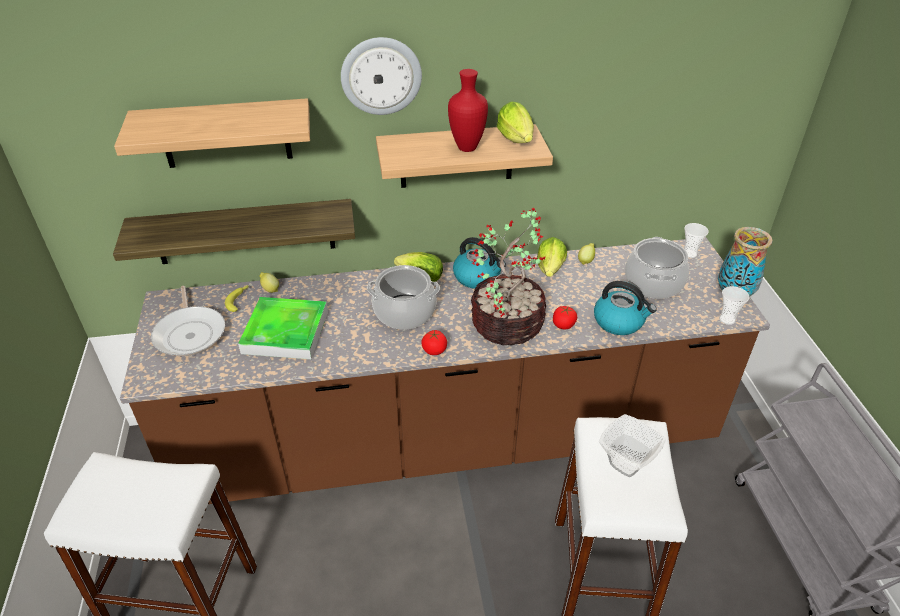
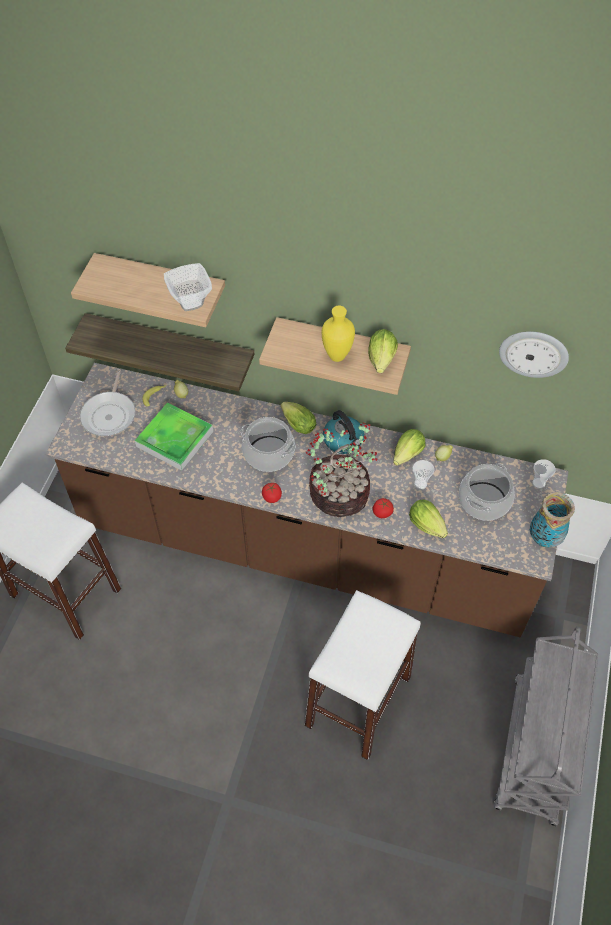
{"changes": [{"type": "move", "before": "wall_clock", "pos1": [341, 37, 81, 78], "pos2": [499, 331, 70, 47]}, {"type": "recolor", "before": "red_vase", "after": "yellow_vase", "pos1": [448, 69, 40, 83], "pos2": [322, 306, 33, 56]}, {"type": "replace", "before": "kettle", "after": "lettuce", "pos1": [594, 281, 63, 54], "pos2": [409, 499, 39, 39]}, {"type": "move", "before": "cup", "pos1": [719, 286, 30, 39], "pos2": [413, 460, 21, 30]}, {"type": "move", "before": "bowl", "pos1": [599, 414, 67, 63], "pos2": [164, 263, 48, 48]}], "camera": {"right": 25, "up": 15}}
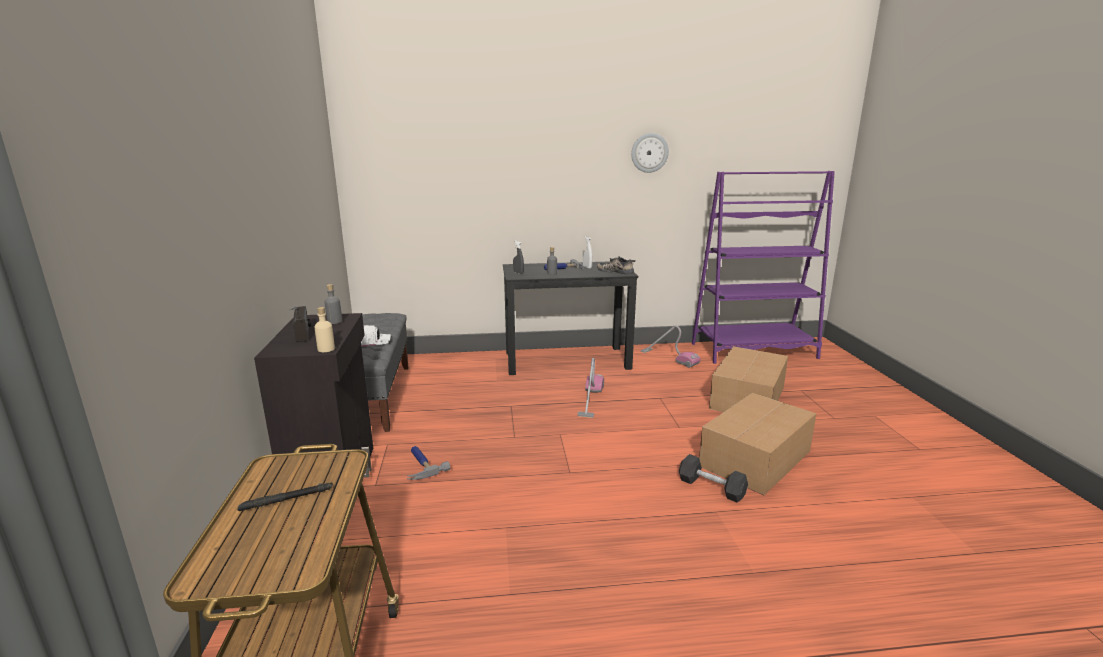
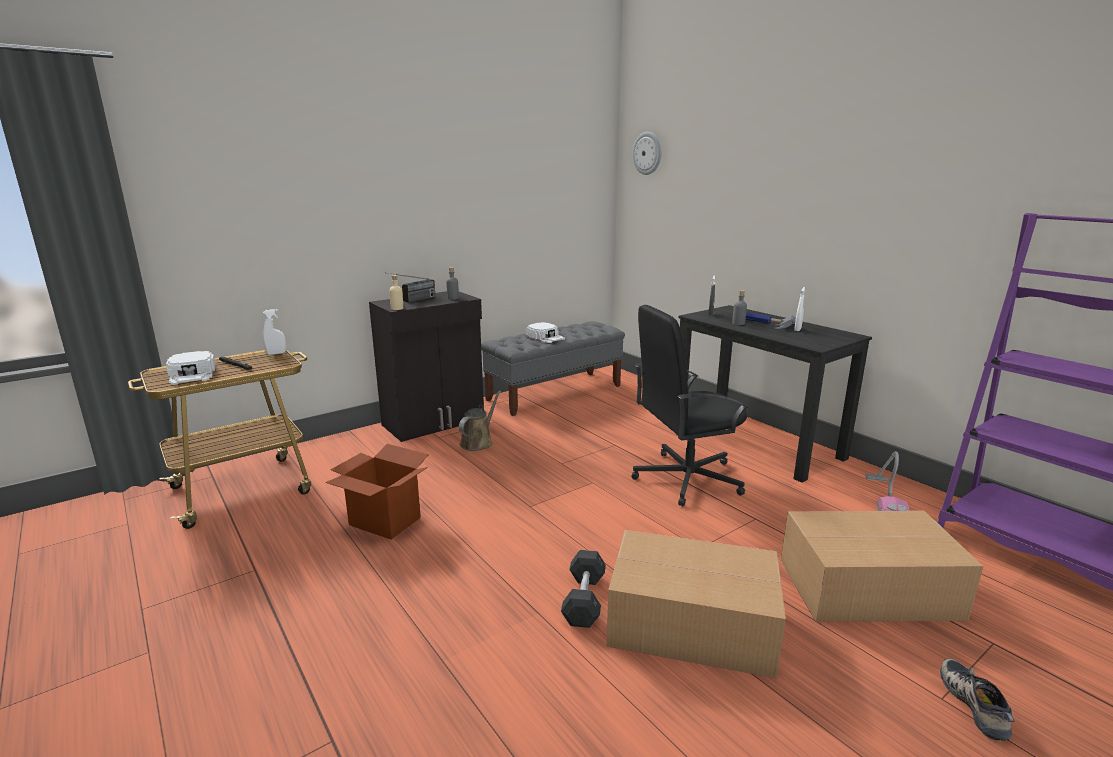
{"changes": [{"type": "move", "before": "wall_clock", "pos1": [631, 133, 38, 40], "pos2": [632, 132, 30, 43]}, {"type": "move", "before": "shoe", "pos1": [597, 256, 38, 19], "pos2": [940, 658, 75, 83]}, {"type": "replace", "before": "vacuum_cleaner", "after": "black_office_chair", "pos1": [577, 358, 27, 60], "pos2": [631, 305, 118, 201]}, {"type": "replace", "before": "hammer", "after": "brown_watering_can", "pos1": [407, 446, 44, 34], "pos2": [459, 391, 42, 60]}, {"type": "insert", "after": "white_spray_bottle", "pos2": [263, 309, 23, 46]}, {"type": "insert", "after": "white_cap", "pos2": [166, 351, 50, 34]}, {"type": "insert", "after": "cardboard_box", "pos2": [325, 444, 104, 96]}], "camera": {"right": 60, "up": 0}}
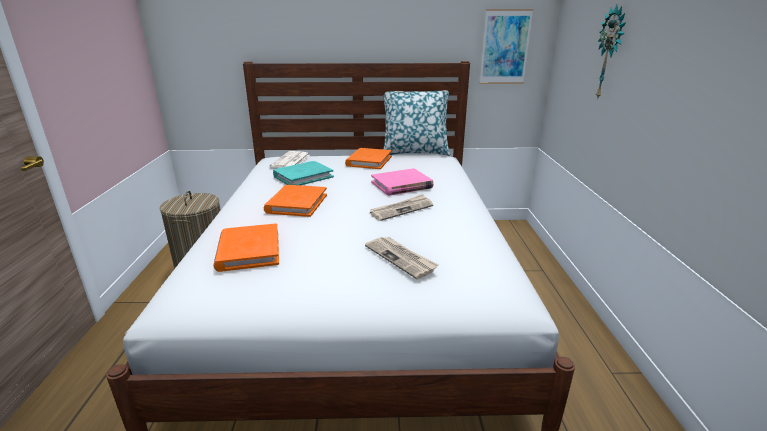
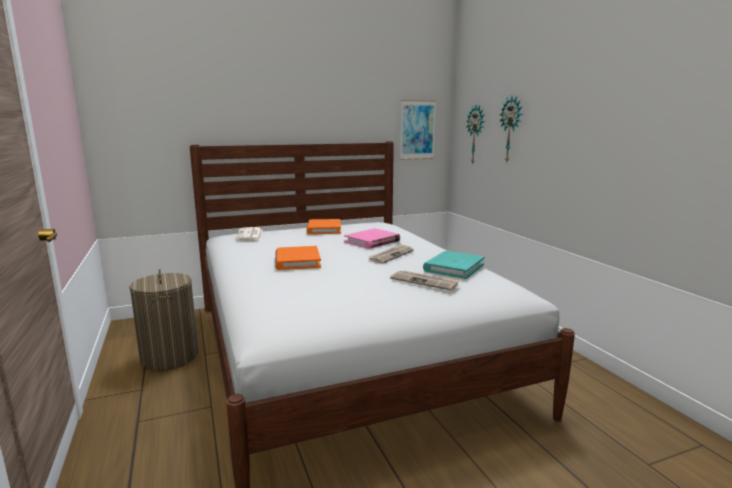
{"changes": [{"type": "delete", "before": "pillow", "pos1": [383, 90, 67, 66]}, {"type": "move", "before": "turquoise_book", "pos1": [273, 161, 61, 24], "pos2": [423, 251, 62, 28]}, {"type": "delete", "before": "orange_book", "pos1": [214, 223, 65, 49]}, {"type": "insert", "after": "wall_clock", "pos2": [466, 105, 19, 60]}], "camera": {"right": -20, "up": -10}}
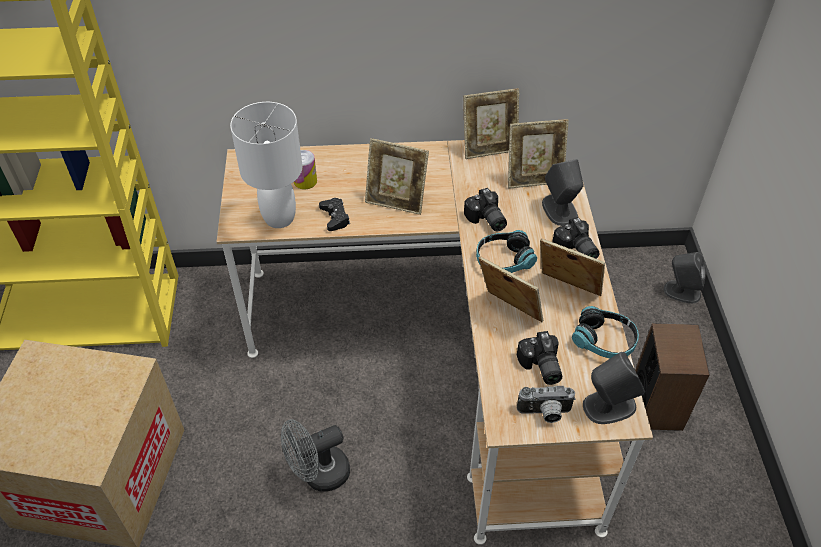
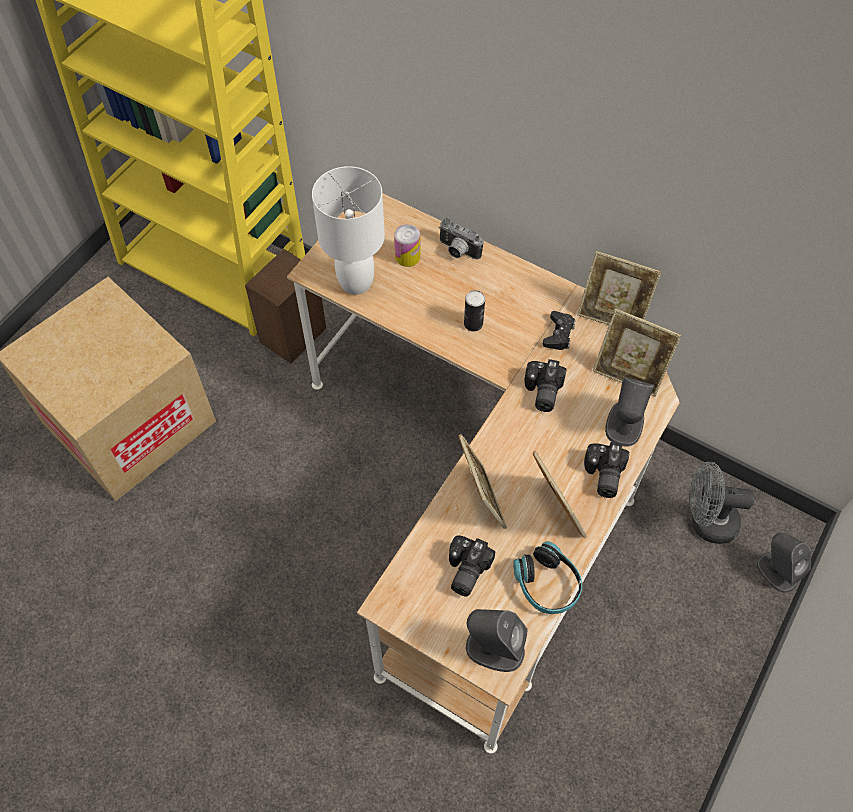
{"changes": [{"type": "replace", "before": "picture_frame", "after": "can", "pos1": [365, 138, 64, 77], "pos2": [464, 290, 21, 42]}, {"type": "move", "before": "black_game_controller", "pos1": [319, 198, 31, 33], "pos2": [542, 311, 33, 39]}, {"type": "delete", "before": "headphones", "pos1": [476, 230, 61, 43]}, {"type": "move", "before": "speaker", "pos1": [635, 323, 75, 108], "pos2": [245, 249, 81, 114]}, {"type": "move", "before": "photo_camera", "pos1": [517, 386, 59, 37], "pos2": [439, 218, 44, 41]}, {"type": "move", "before": "grey_fan", "pos1": [281, 419, 69, 73], "pos2": [689, 462, 65, 82]}], "camera": {"right": 35, "up": 10}}
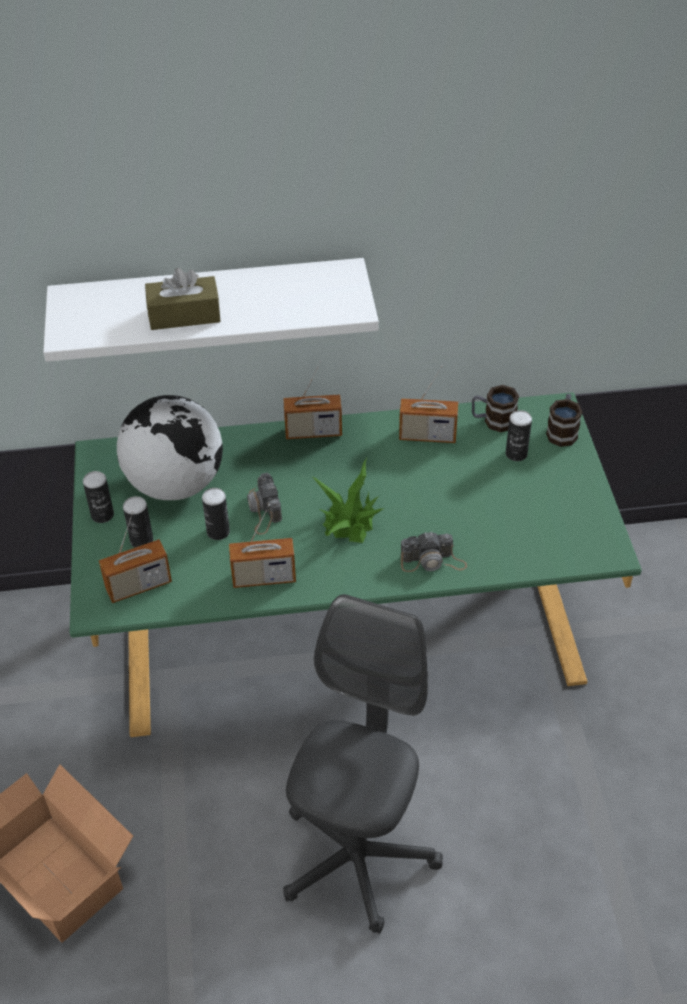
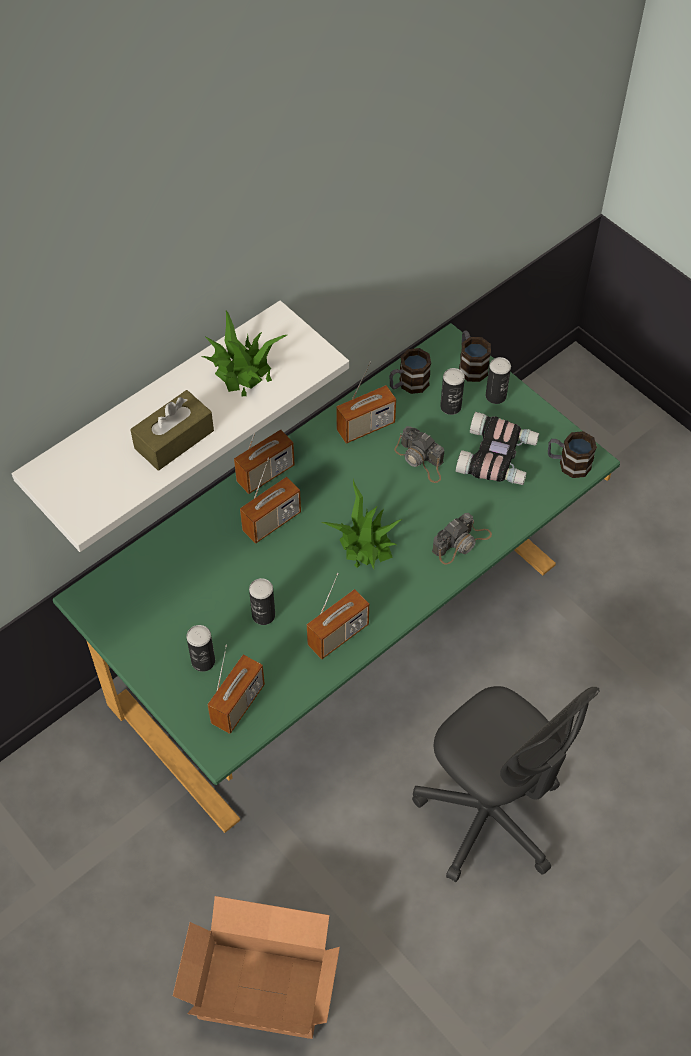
{"changes": [{"type": "delete", "before": "globe", "pos1": [117, 395, 106, 105]}, {"type": "move", "before": "can", "pos1": [83, 471, 31, 52], "pos2": [486, 357, 25, 47]}, {"type": "move", "before": "photo_camera", "pos1": [247, 473, 35, 62], "pos2": [394, 426, 50, 57]}, {"type": "rotate", "before": "grey_office_chair", "pos1": [283, 594, 160, 340], "pos2": [412, 686, 188, 196], "turn": 150}, {"type": "insert", "after": "potted_plant", "pos2": [201, 311, 86, 85]}, {"type": "insert", "after": "binoculars", "pos2": [456, 412, 83, 73]}, {"type": "insert", "after": "mug", "pos2": [548, 431, 49, 47]}, {"type": "insert", "after": "radio", "pos2": [240, 458, 61, 86]}], "camera": {"right": -35, "up": 10}}
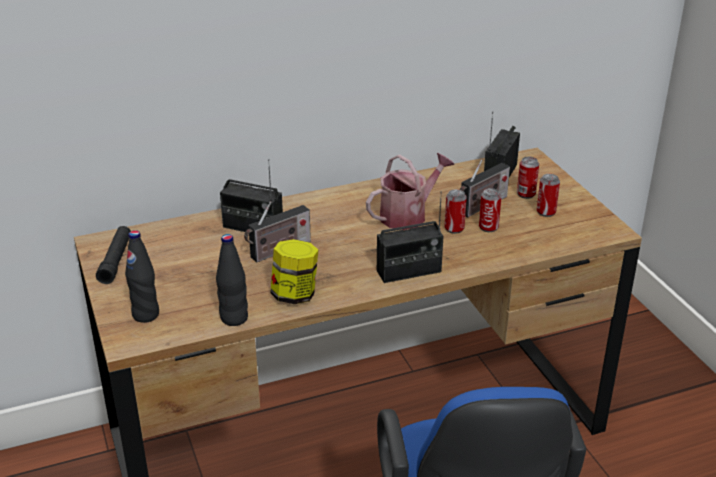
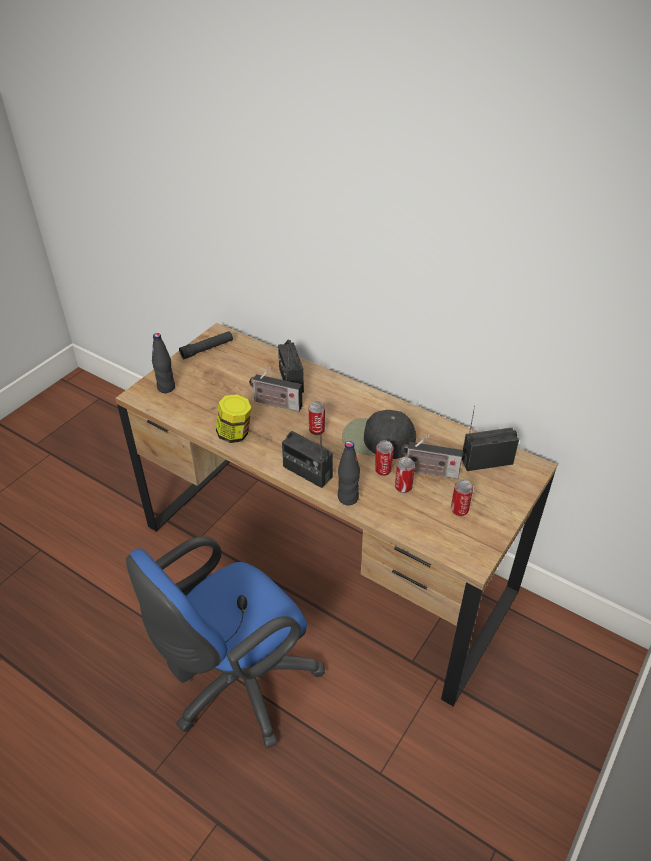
{"changes": [{"type": "replace", "before": "watering_can", "after": "black_cap", "pos1": [366, 153, 89, 77], "pos2": [342, 410, 74, 49]}, {"type": "move", "before": "can", "pos1": [517, 157, 22, 42], "pos2": [309, 401, 16, 34]}, {"type": "move", "before": "black_bottle", "pos1": [216, 234, 32, 92], "pos2": [338, 441, 22, 64]}], "camera": {"right": 55, "up": 10}}
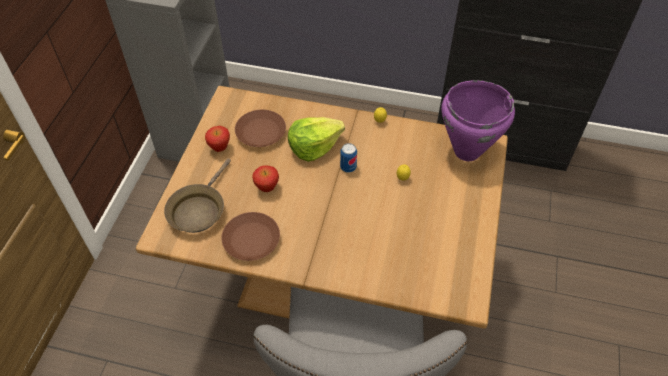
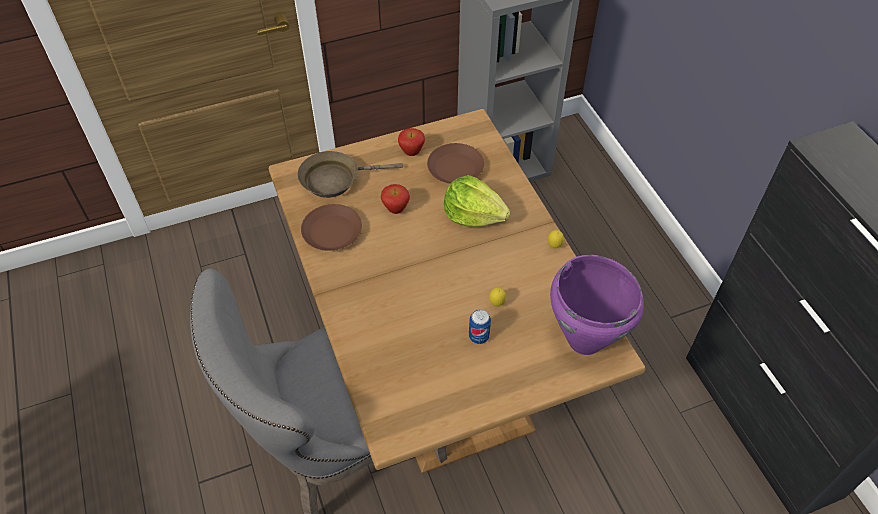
{"changes": [{"type": "move", "before": "can", "pos1": [340, 143, 17, 30], "pos2": [469, 309, 22, 35]}], "camera": {"right": 55, "up": 0}}
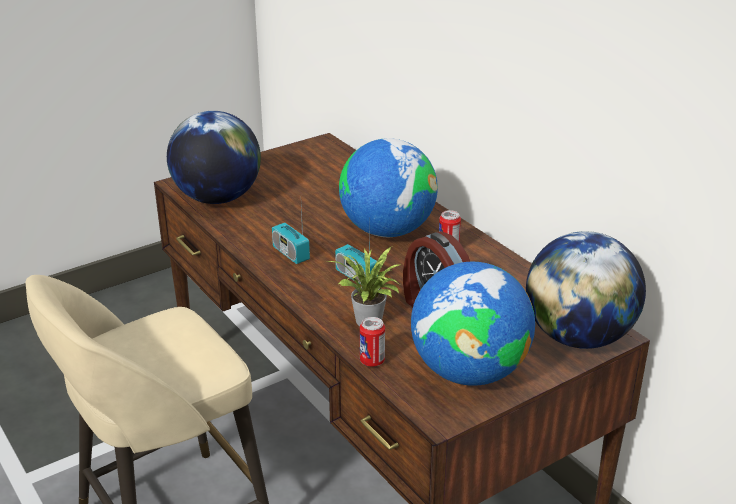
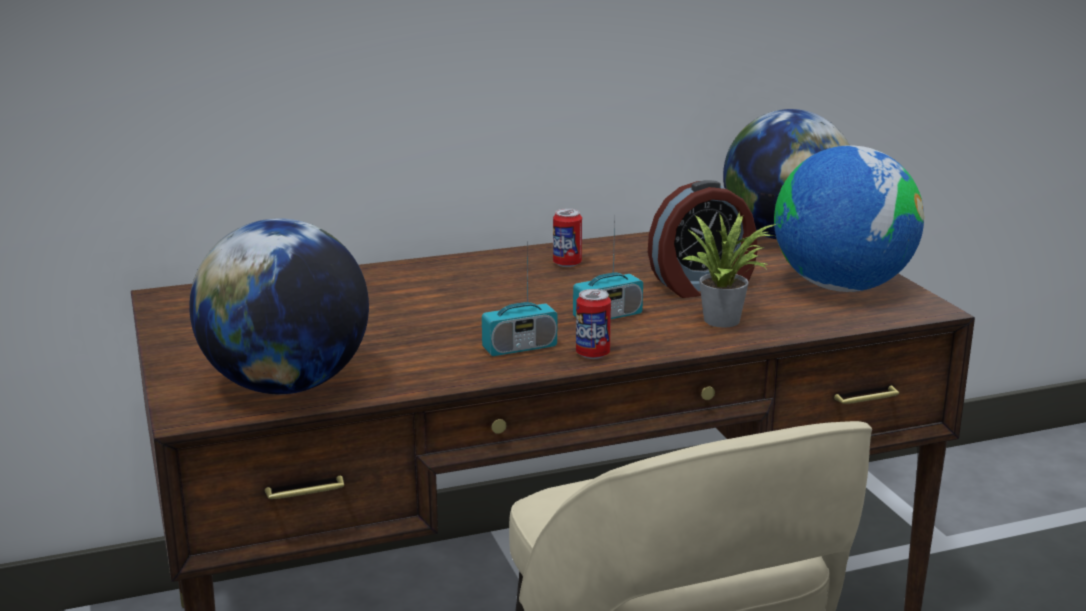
{"changes": [{"type": "delete", "before": "globe", "pos1": [339, 138, 99, 99]}, {"type": "move", "before": "can", "pos1": [360, 317, 25, 49], "pos2": [576, 289, 35, 70]}], "camera": {"right": -75, "up": -10}}
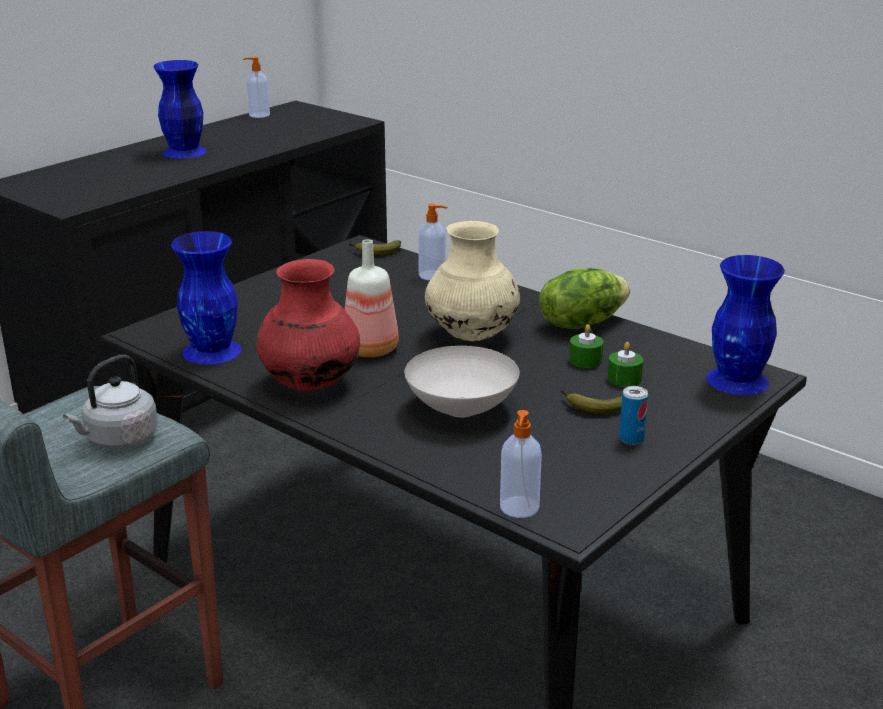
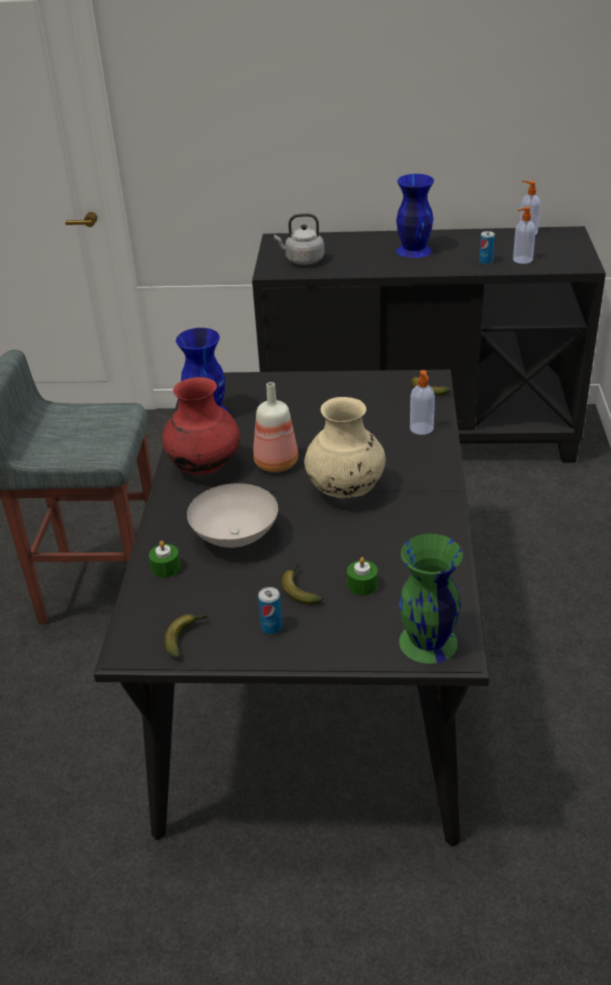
{"changes": [{"type": "recolor", "before": "blue_vase", "after": "green_vase", "pos1": [707, 255, 78, 140], "pos2": [399, 534, 64, 130]}, {"type": "delete", "before": "lettuce", "pos1": [539, 268, 91, 61]}, {"type": "move", "before": "green_candle", "pos1": [569, 324, 35, 44], "pos2": [149, 541, 32, 37]}, {"type": "move", "before": "grey_kettle", "pos1": [63, 354, 95, 95], "pos2": [274, 213, 51, 52]}, {"type": "move", "before": "soap_dispenser", "pos1": [500, 410, 42, 108], "pos2": [513, 207, 23, 57]}, {"type": "insert", "after": "can", "pos2": [479, 231, 16, 34]}, {"type": "insert", "after": "banana", "pos2": [165, 614, 43, 45]}], "camera": {"right": 55, "up": 10}}
